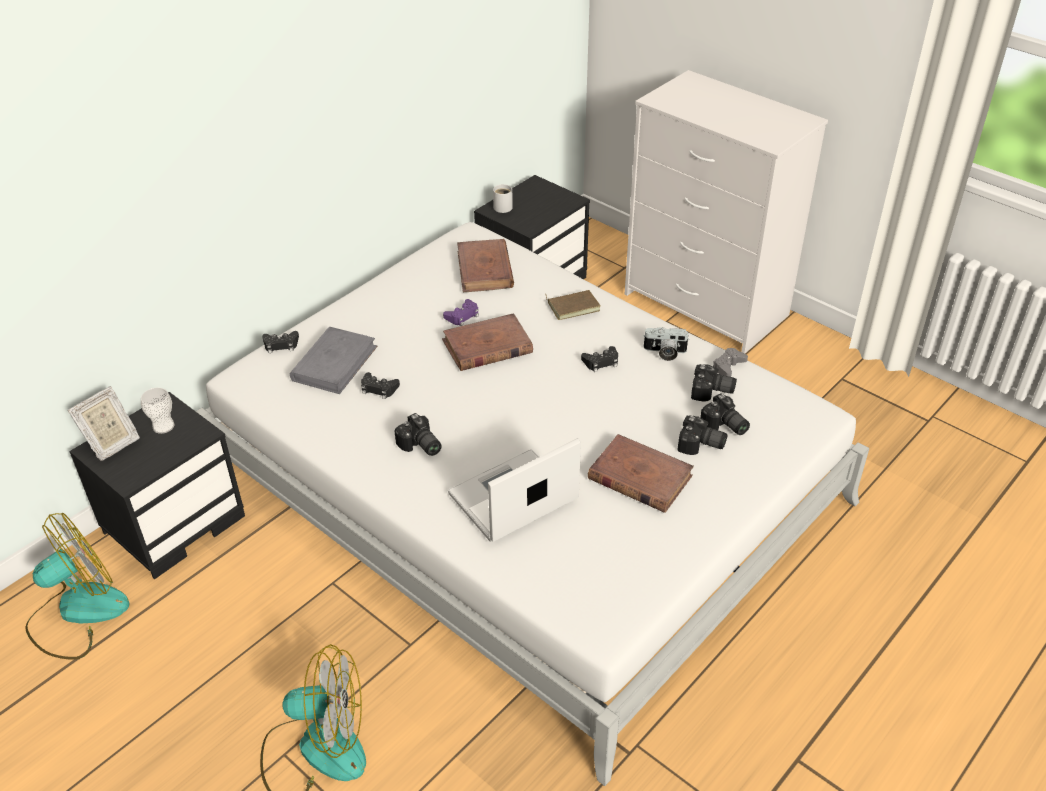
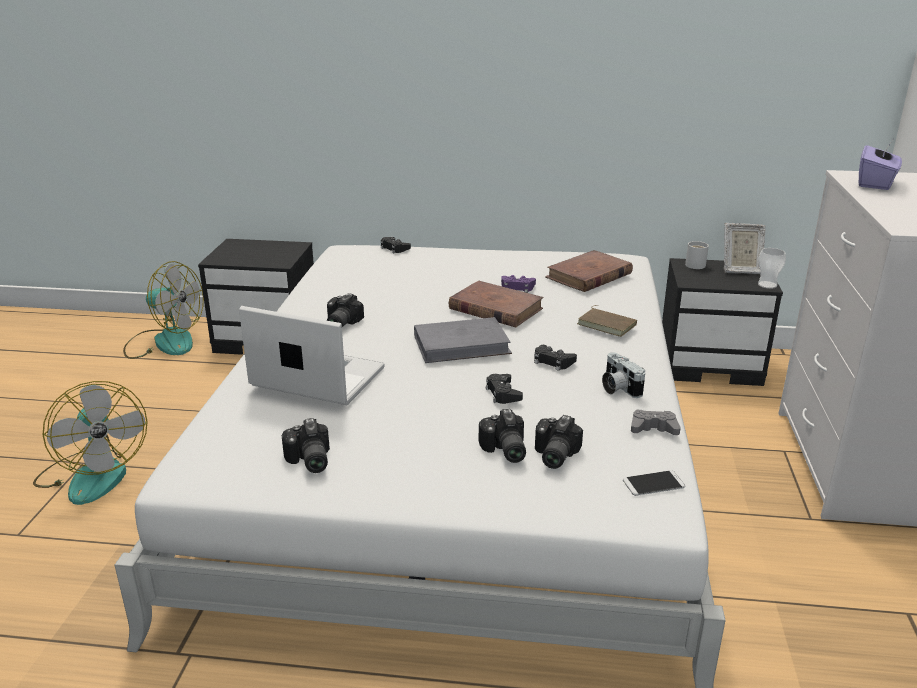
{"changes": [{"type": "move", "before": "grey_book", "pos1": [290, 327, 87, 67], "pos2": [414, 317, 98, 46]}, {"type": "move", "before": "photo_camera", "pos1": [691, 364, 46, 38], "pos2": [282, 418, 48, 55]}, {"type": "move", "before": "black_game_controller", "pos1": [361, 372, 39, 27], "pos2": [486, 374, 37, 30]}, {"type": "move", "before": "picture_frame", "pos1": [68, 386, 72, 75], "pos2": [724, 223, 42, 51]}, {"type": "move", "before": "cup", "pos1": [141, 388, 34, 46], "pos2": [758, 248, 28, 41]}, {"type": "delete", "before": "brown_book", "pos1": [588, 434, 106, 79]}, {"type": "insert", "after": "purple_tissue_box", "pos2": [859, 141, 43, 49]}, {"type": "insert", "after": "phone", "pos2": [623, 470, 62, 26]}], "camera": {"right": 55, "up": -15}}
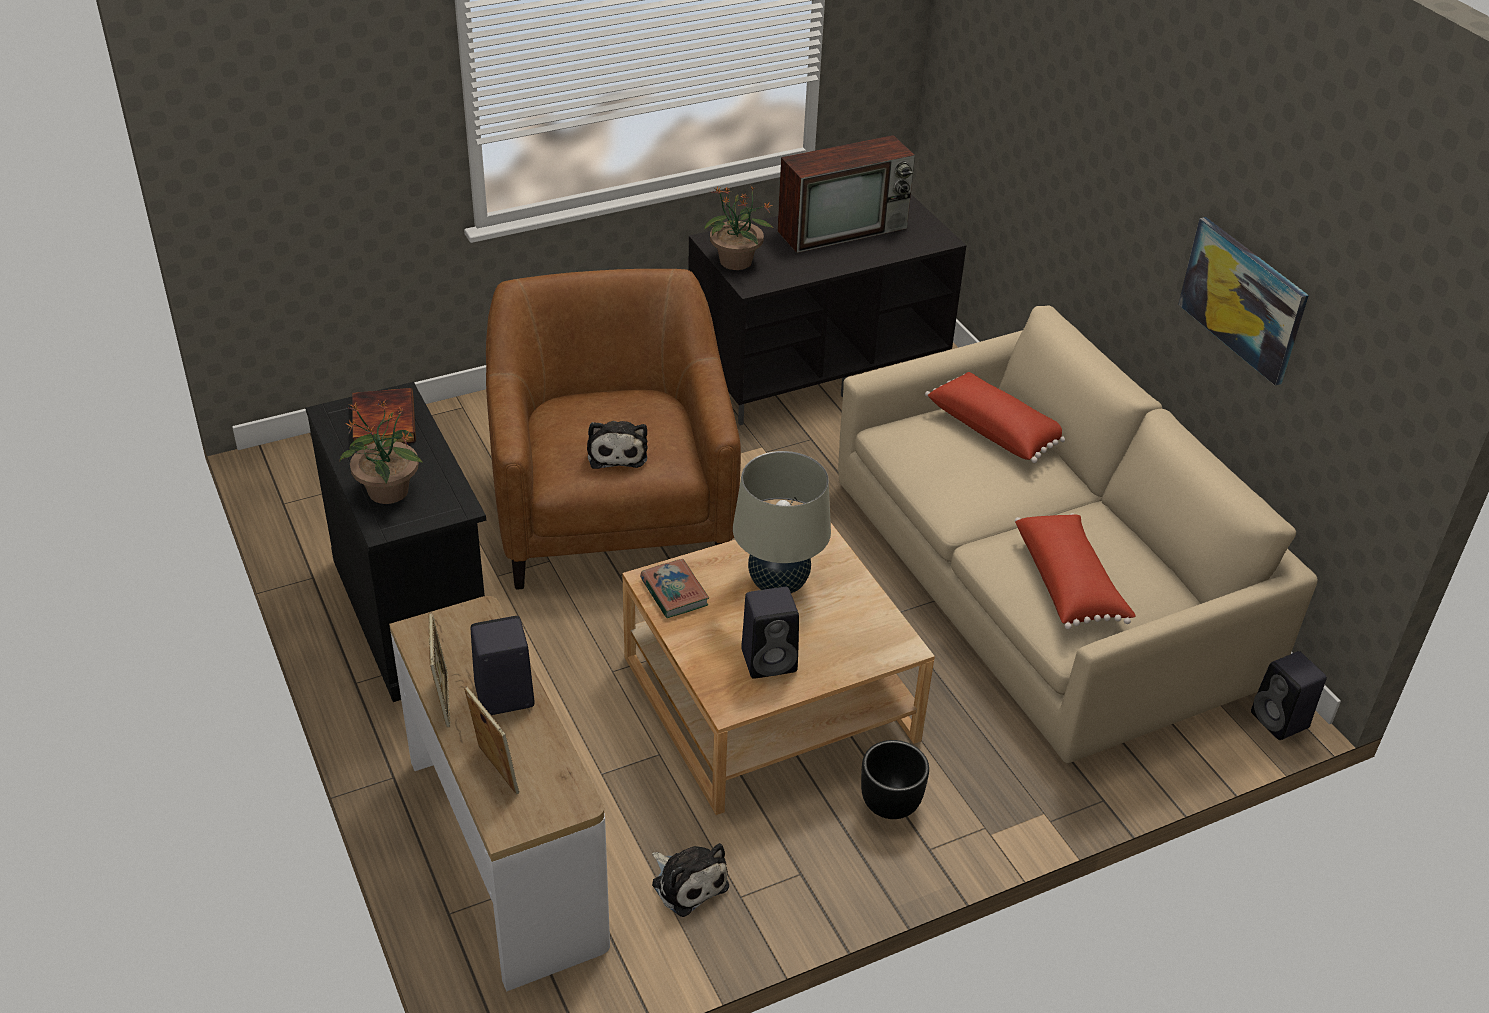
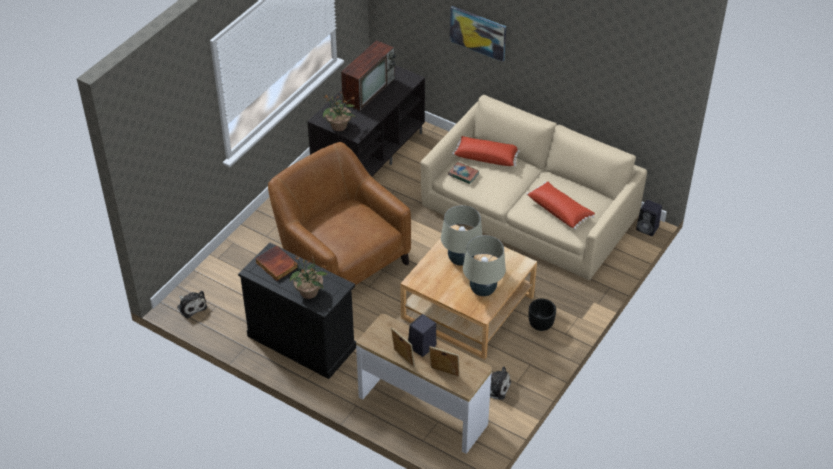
{"changes": [{"type": "move", "before": "picture", "pos1": [1178, 217, 131, 169], "pos2": [450, 6, 56, 56]}, {"type": "move", "before": "plush_toy", "pos1": [587, 421, 61, 48], "pos2": [177, 291, 30, 28]}, {"type": "move", "before": "book", "pos1": [640, 559, 69, 59], "pos2": [448, 162, 31, 22]}, {"type": "replace", "before": "black_speaker", "after": "beige_table_lamp", "pos1": [741, 587, 58, 92], "pos2": [463, 235, 43, 61]}], "camera": {"right": -30, "up": 5}}
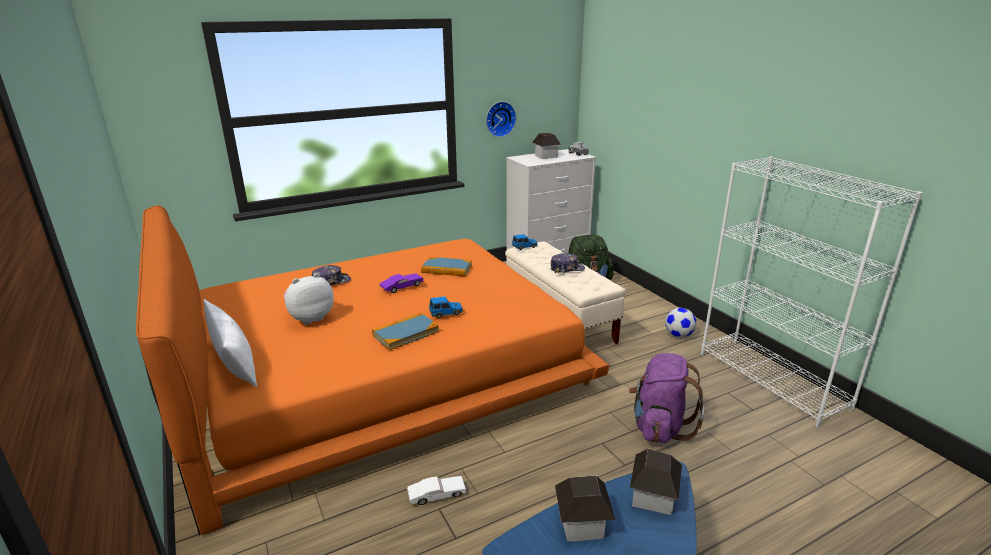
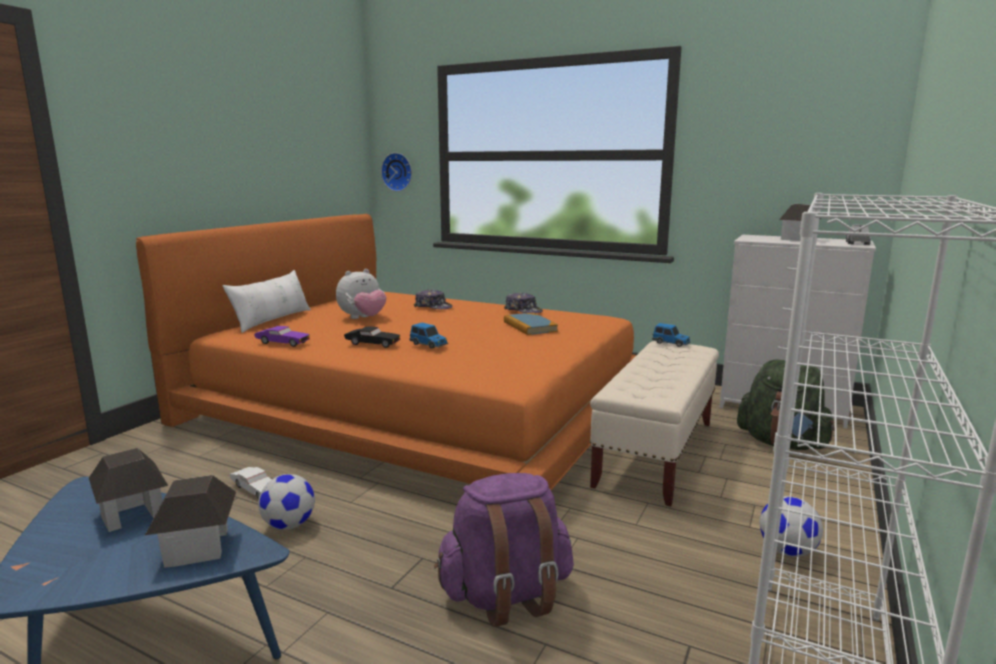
{"changes": [{"type": "move", "before": "wall_clock", "pos1": [486, 101, 31, 36], "pos2": [381, 153, 31, 39]}, {"type": "move", "before": "cap", "pos1": [550, 253, 35, 20], "pos2": [504, 292, 39, 22]}, {"type": "rotate", "before": "plush_toy", "pos1": [283, 273, 51, 52], "pos2": [336, 269, 50, 50], "turn": 120}, {"type": "move", "before": "purple_toy_car", "pos1": [379, 274, 44, 19], "pos2": [254, 326, 56, 21]}, {"type": "replace", "before": "book", "after": "black_toy_car", "pos1": [372, 313, 67, 37], "pos2": [344, 327, 57, 21]}, {"type": "insert", "after": "football", "pos2": [258, 474, 57, 56]}], "camera": {"right": 55, "up": -10}}
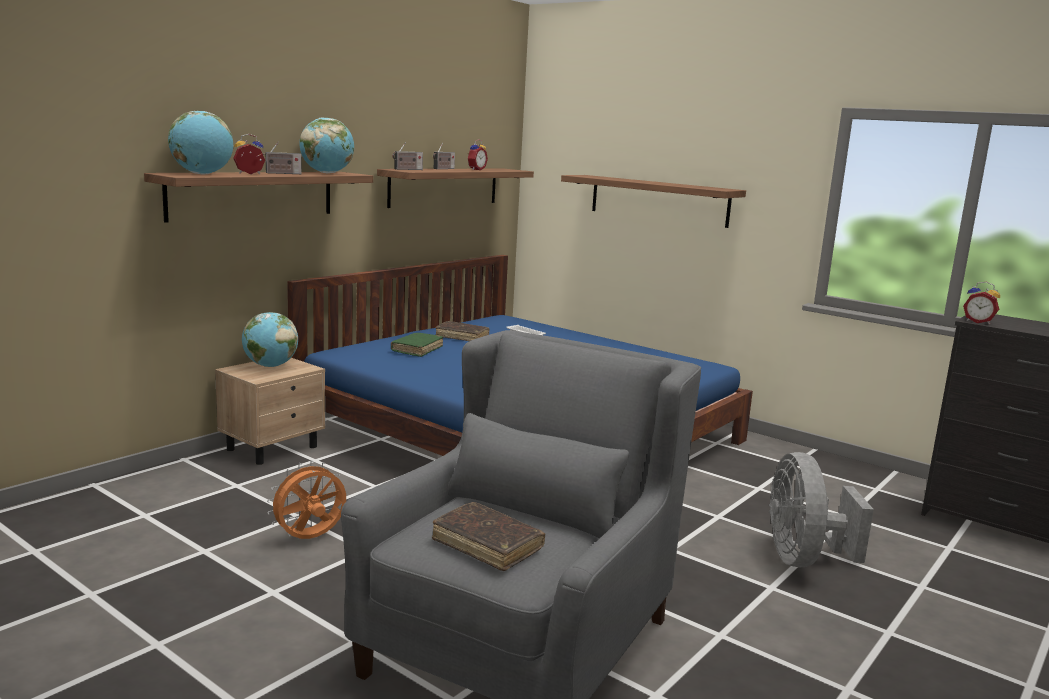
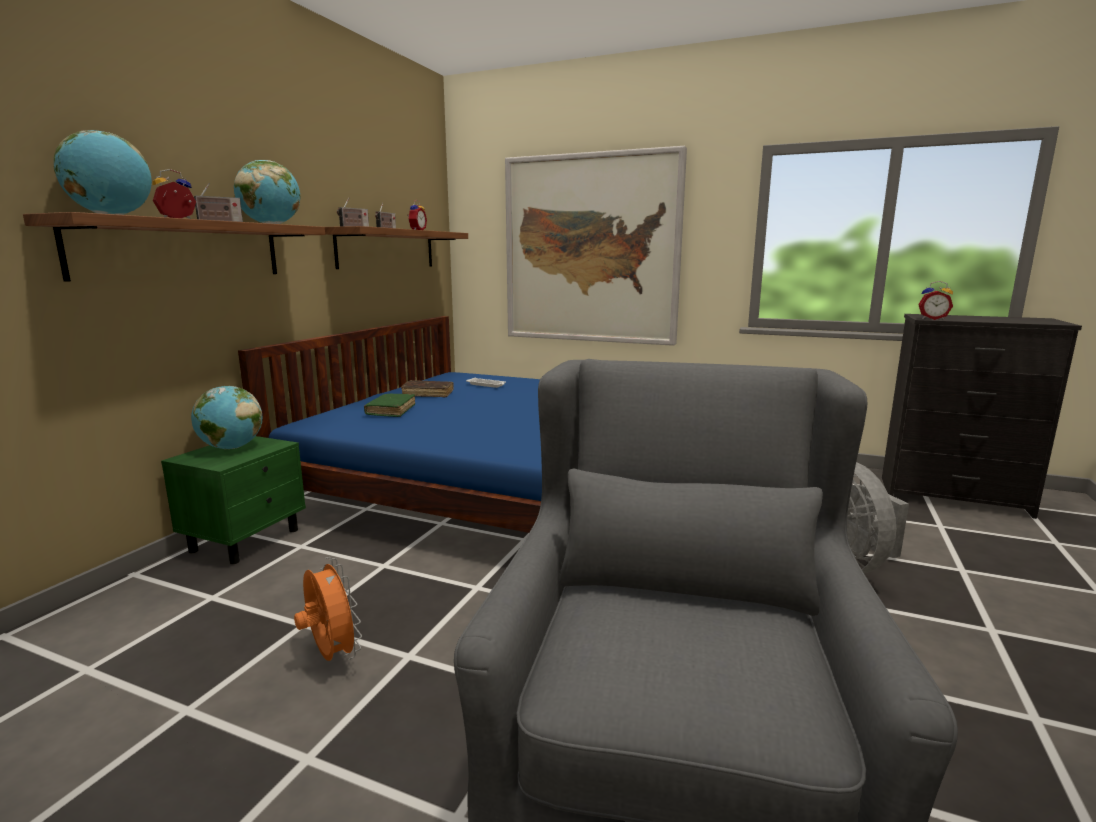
{"changes": [{"type": "replace", "before": "shelf", "after": "picture", "pos1": [561, 175, 185, 53], "pos2": [505, 146, 182, 200]}, {"type": "recolor", "before": "beige_nightstand", "after": "green_nightstand", "pos1": [215, 358, 110, 107], "pos2": [161, 436, 145, 128]}, {"type": "rotate", "before": "orange_fan", "pos1": [267, 460, 79, 79], "pos2": [294, 557, 68, 104], "turn": 105}, {"type": "delete", "before": "brown_book", "pos1": [432, 502, 113, 69]}], "camera": {"right": -15, "up": 0}}
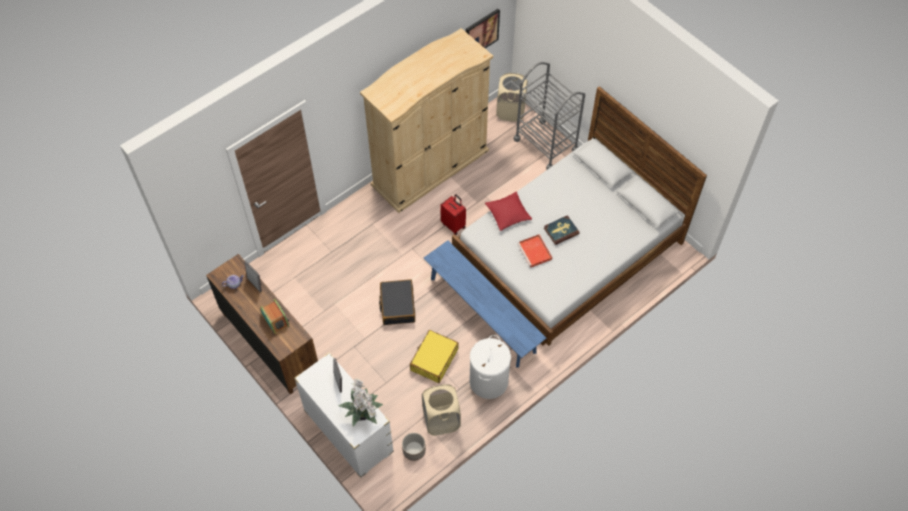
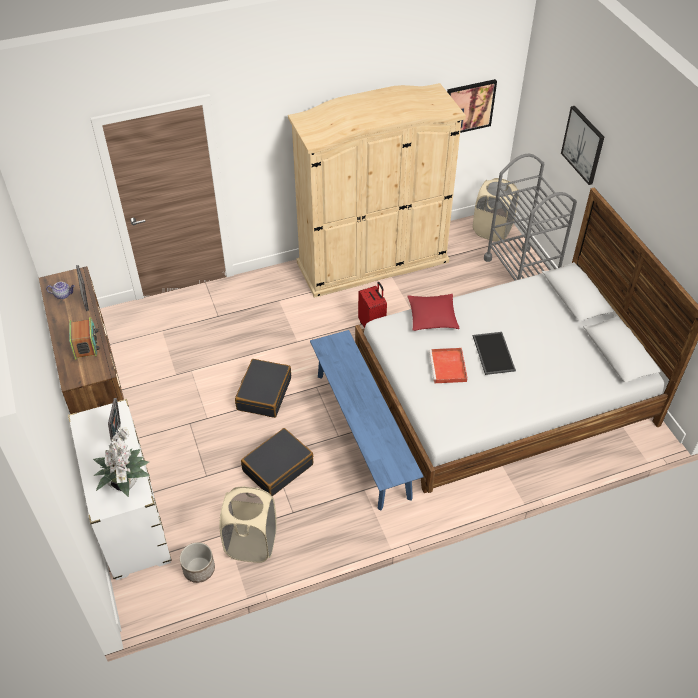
{"changes": [{"type": "replace", "before": "book", "after": "tray", "pos1": [544, 215, 36, 30], "pos2": [473, 332, 43, 43]}, {"type": "recolor", "before": "yellow_suitcase", "after": "black_suitcase", "pos1": [410, 330, 49, 53], "pos2": [241, 428, 72, 68]}, {"type": "delete", "before": "white_laundry_basket", "pos1": [469, 335, 42, 64]}, {"type": "insert", "after": "picture", "pos2": [561, 106, 43, 79]}], "camera": {"right": 20, "up": -10}}
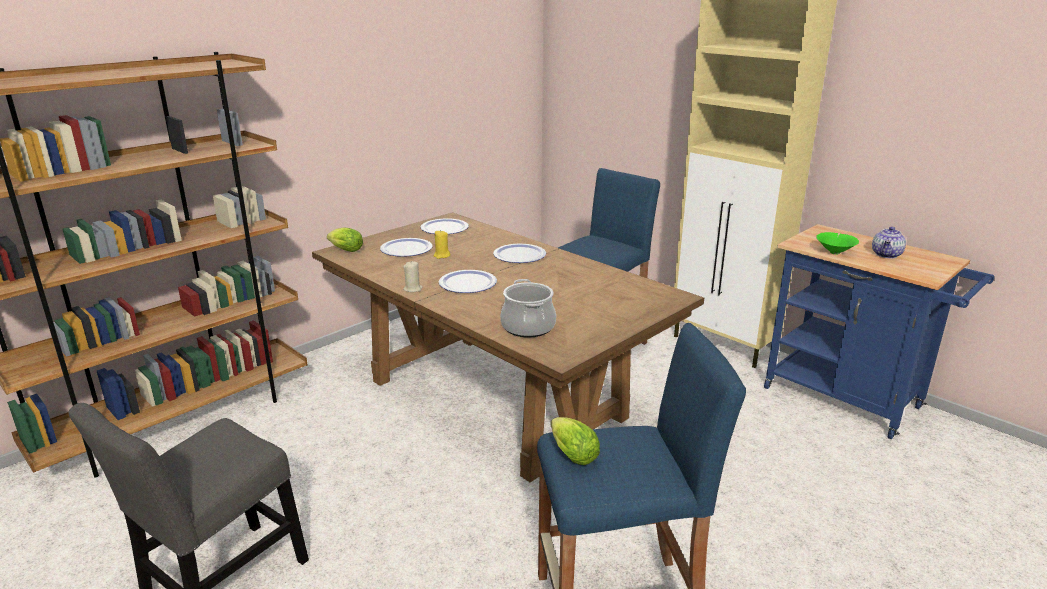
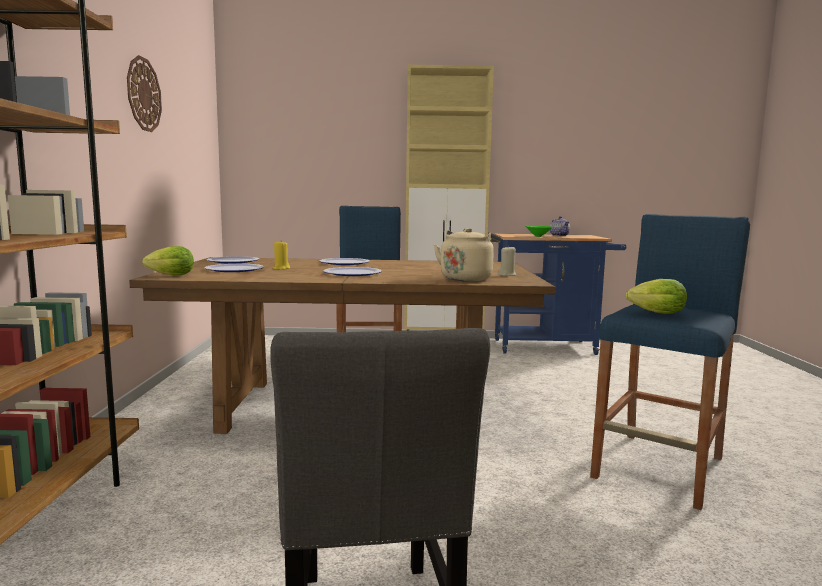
{"changes": [{"type": "move", "before": "beige_candle", "pos1": [403, 261, 20, 31], "pos2": [498, 245, 18, 31]}, {"type": "replace", "before": "cooking_pot", "after": "beige_kettle", "pos1": [500, 279, 56, 58], "pos2": [434, 228, 67, 53]}, {"type": "insert", "after": "wall_clock", "pos2": [127, 55, 35, 77]}], "camera": {"right": -45, "up": -15}}
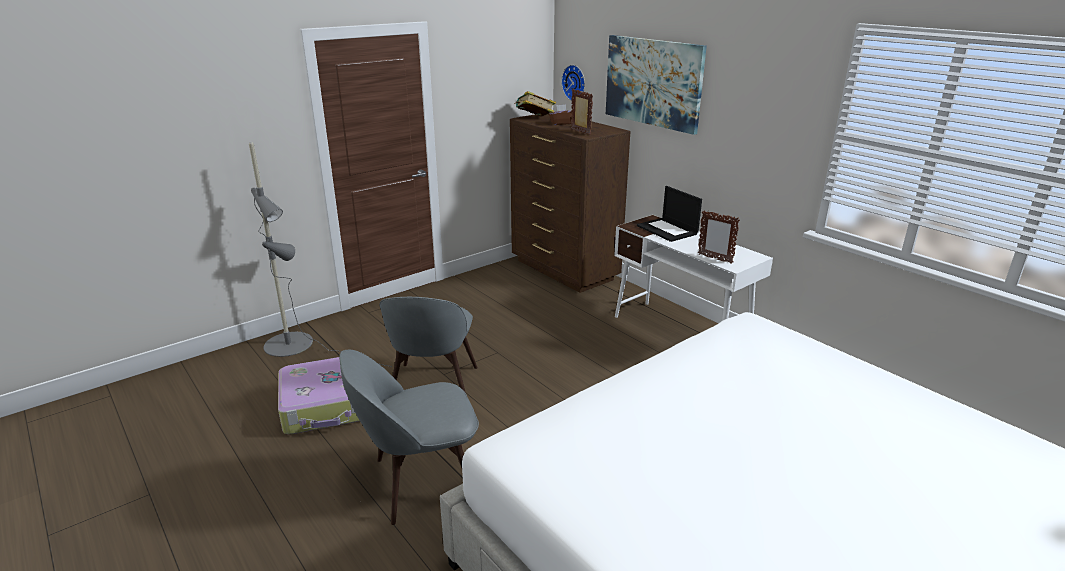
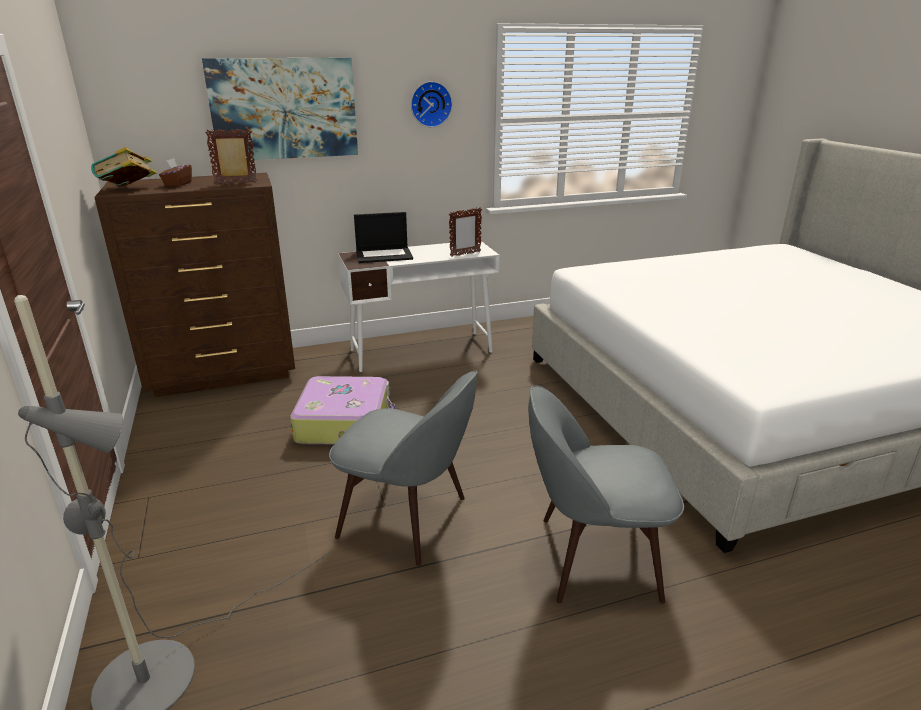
{"changes": [{"type": "move", "before": "wall_clock", "pos1": [561, 65, 24, 36], "pos2": [411, 81, 41, 47]}, {"type": "rotate", "before": "grey_chair", "pos1": [339, 350, 140, 175], "pos2": [528, 385, 156, 219], "turn": 90}, {"type": "move", "before": "suitcase", "pos1": [278, 357, 82, 77], "pos2": [290, 376, 105, 69]}], "camera": {"right": -70, "up": 0}}
